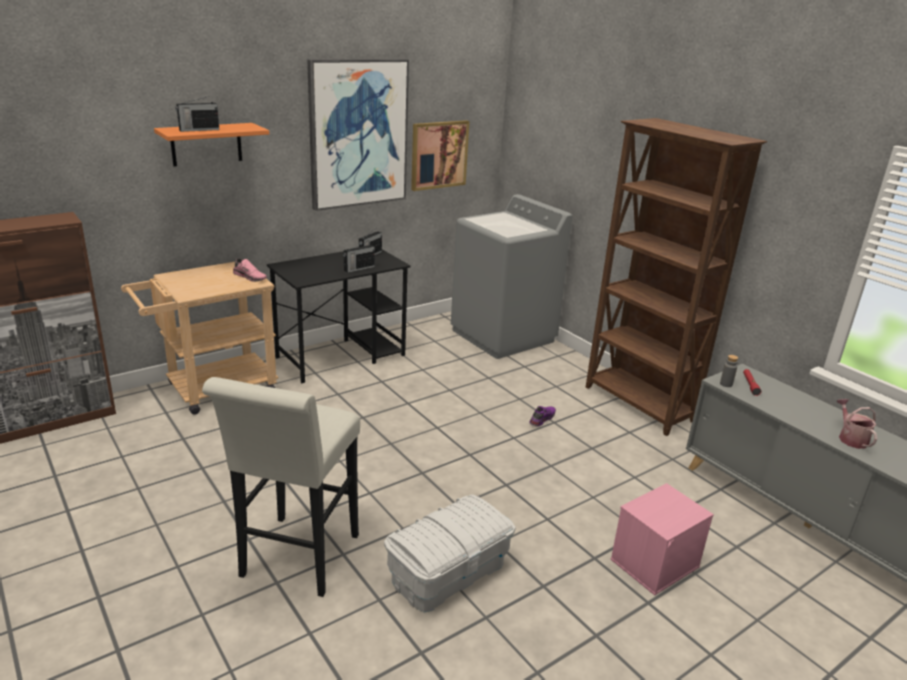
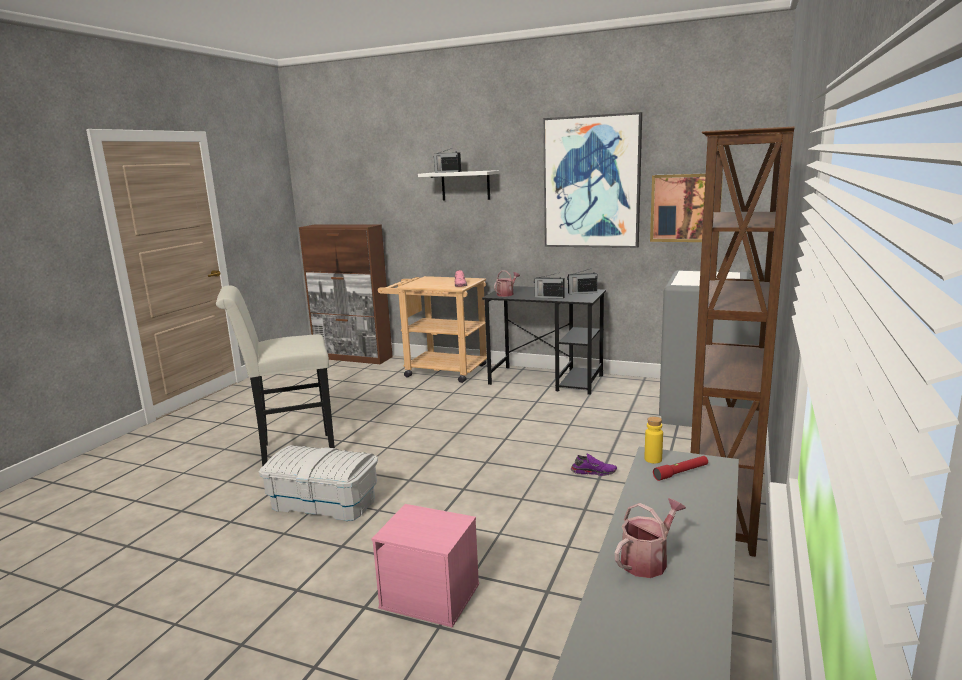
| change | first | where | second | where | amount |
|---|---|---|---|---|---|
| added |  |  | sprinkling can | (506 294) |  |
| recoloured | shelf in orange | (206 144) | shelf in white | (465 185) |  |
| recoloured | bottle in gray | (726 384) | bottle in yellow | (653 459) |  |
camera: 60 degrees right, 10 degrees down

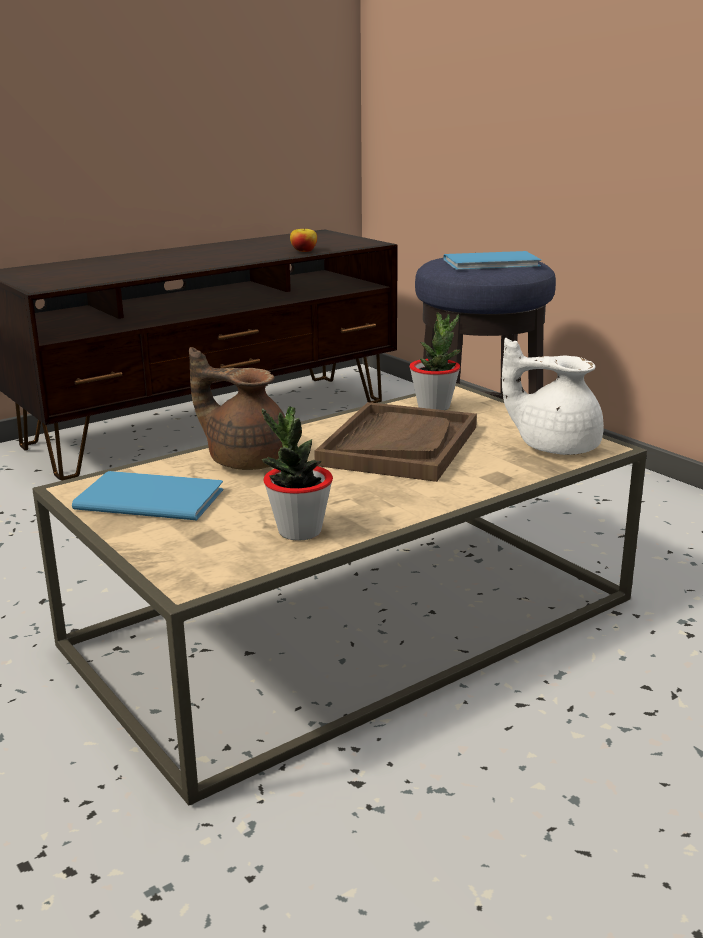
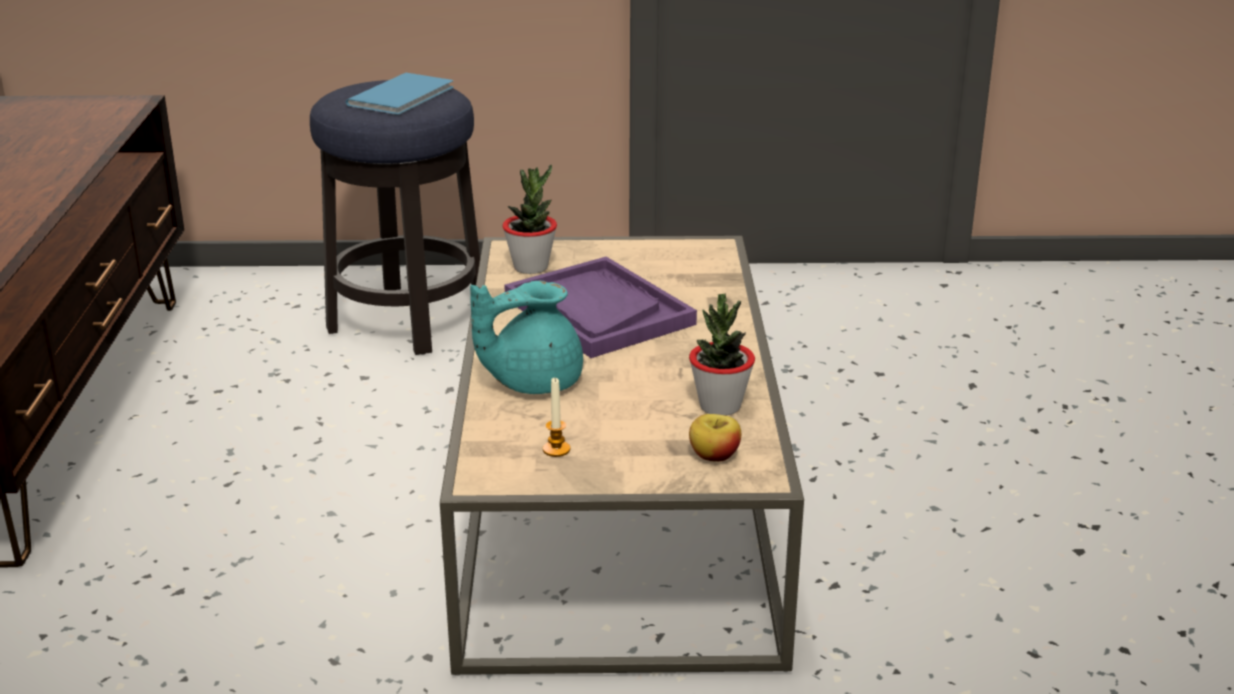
| change | first | where | second | where | amount |
|---|---|---|---|---|---|
| removed | pot for tea in white | (554 446) |  |  |  |
| moved | whole apple | (304 251) |  | (714 456) |  |
| replaced | bound book in bluish | (148 497) | candle | (556 449) |  |
| recoloured | pot for tea in brown | (247 460) | pot for tea in turquoise | (532 382) |  |
| recoloured | tray in brown | (399 445) | tray in purple-coloured | (598 311) |  |
camera: 55 degrees left, 5 degrees up

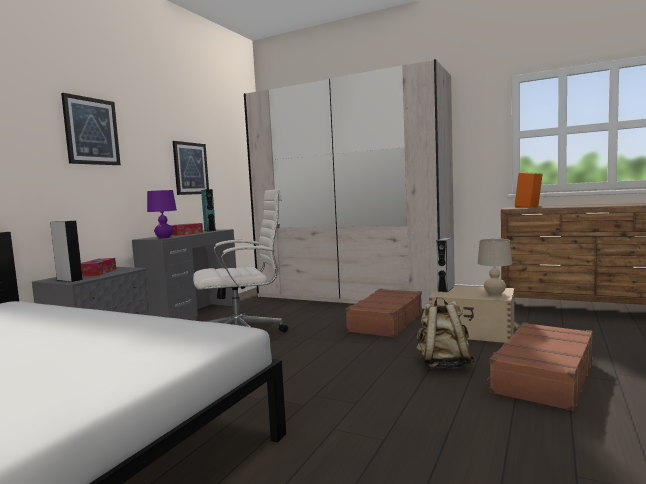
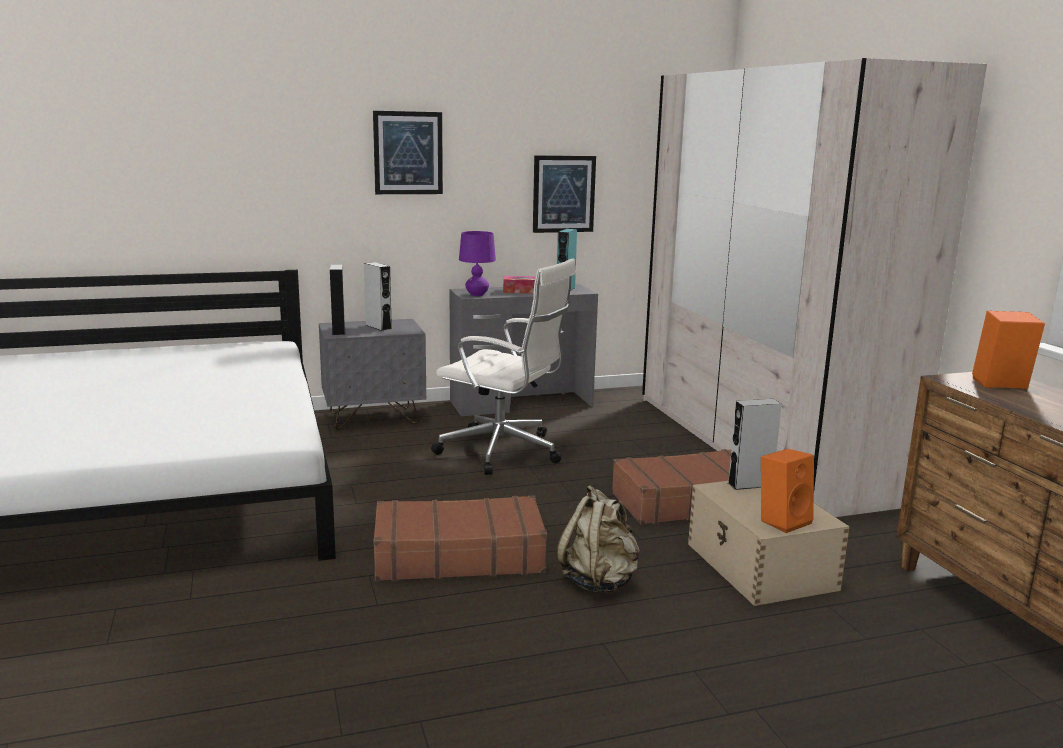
| change | first | where | second | where | amount |
|---|---|---|---|---|---|
| moved | piece of luggage in brown | (542 376) |  | (458 555) |  |
| replaced | box of tissues | (98 272) | audio speaker in gray | (378 327) |  |
| replaced | tabletop lamp in beige-coloured | (495 294) | audio speaker in orange | (783 520) |  |
camera: 45 degrees right, 10 degrees up

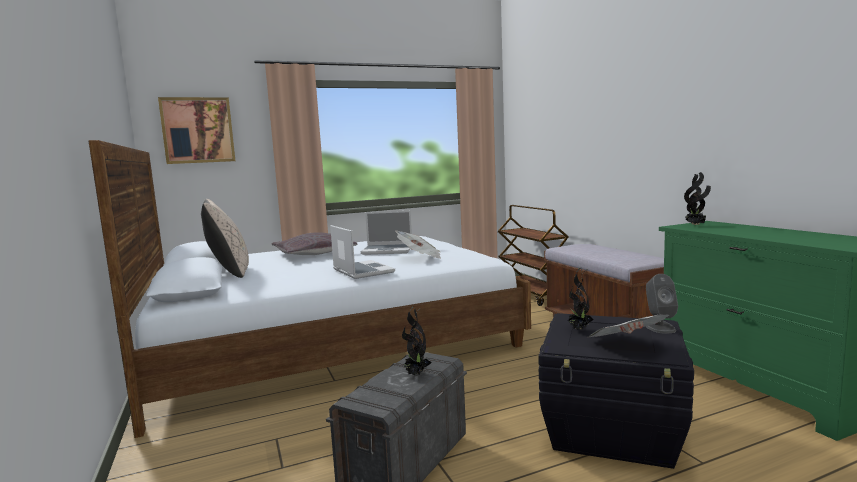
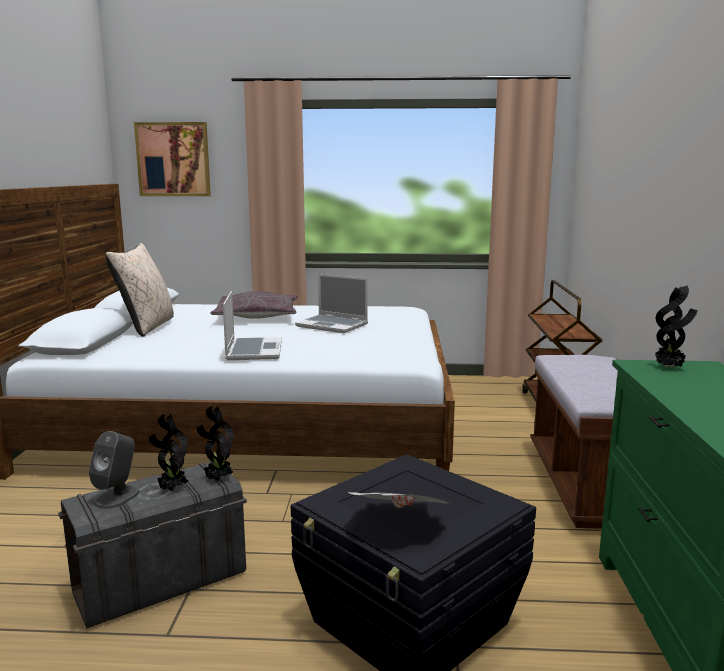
| change | first | where | second | where | amount |
|---|---|---|---|---|---|
| removed | daily paper | (420 257) |  |  |  |
| moved | plant in a pot | (579 329) |  | (218 479) |  |
| moved | audio speaker in gray | (659 327) |  | (117 497) |  |
camera: 25 degrees right, 5 degrees up

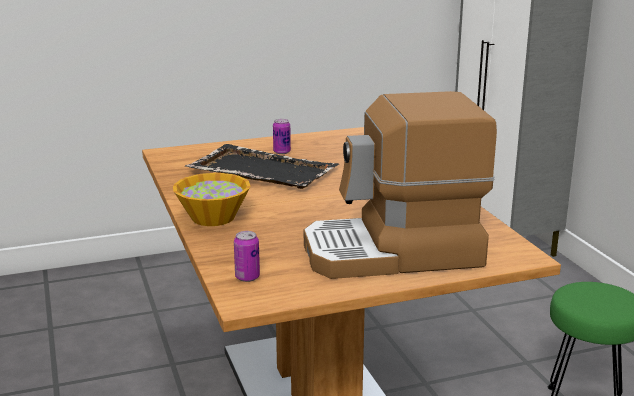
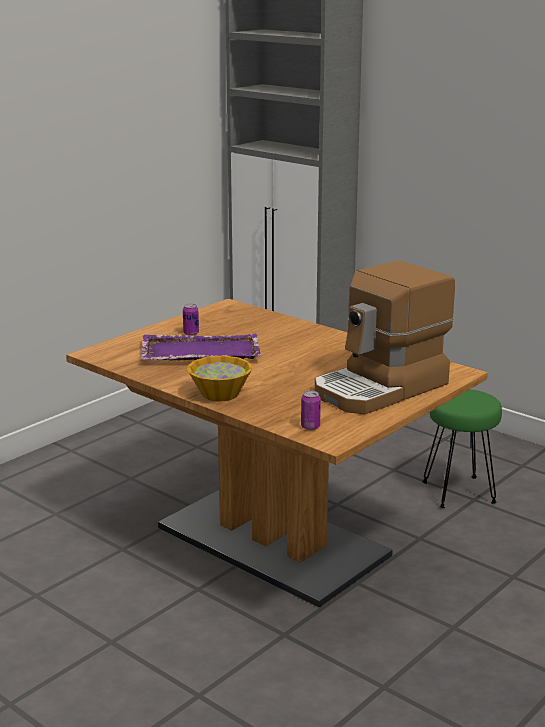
| change | first | where | second | where | amount |
|---|---|---|---|---|---|
| recoloured | tray in black-coloured | (261 171) | tray in purple-coloured | (199 351) |  |
camera: 30 degrees left, 0 degrees up

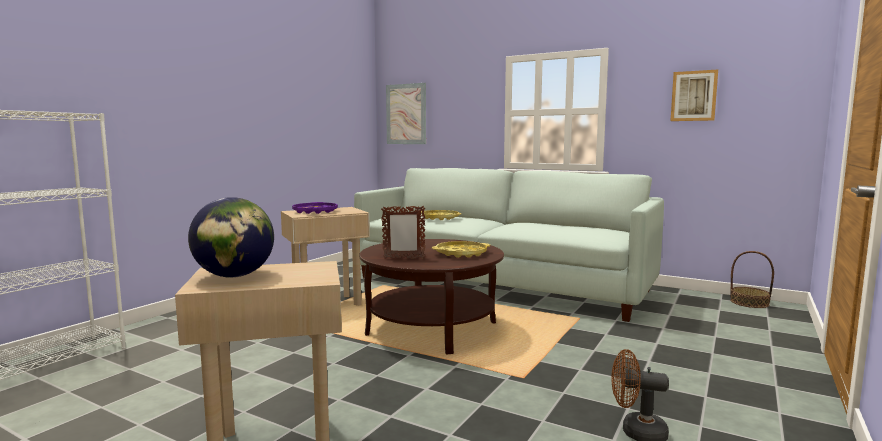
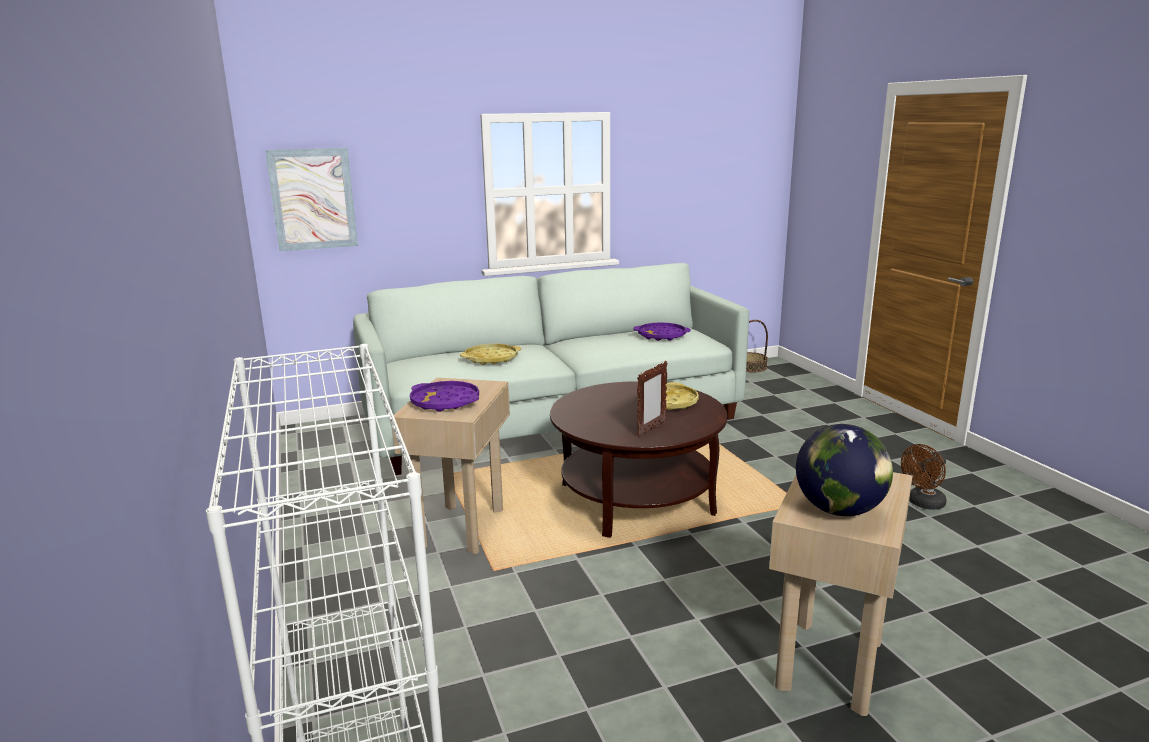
| change | first | where | second | where | amount |
|---|---|---|---|---|---|
| removed | picture | (694 96) |  |  |  |
| added |  |  | tray in purple-coloured | (661 335) |  |
camera: 50 degrees left, 10 degrees up

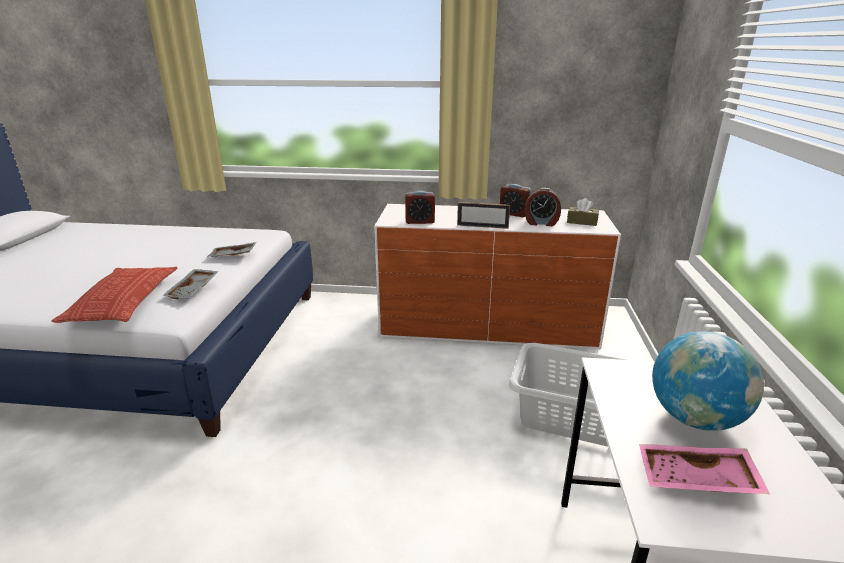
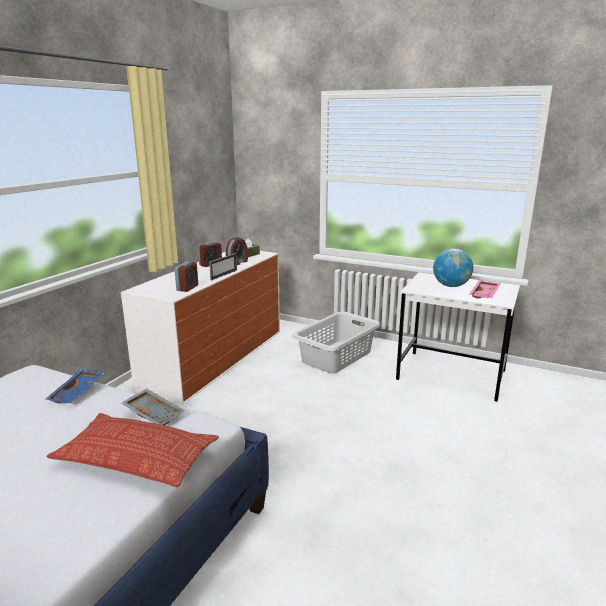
| change | first | where | second | where | amount |
|---|---|---|---|---|---|
| recoloured | tray in gray | (233 255) | tray in bluish | (77 392) |  |
camera: 70 degrees left, 5 degrees down

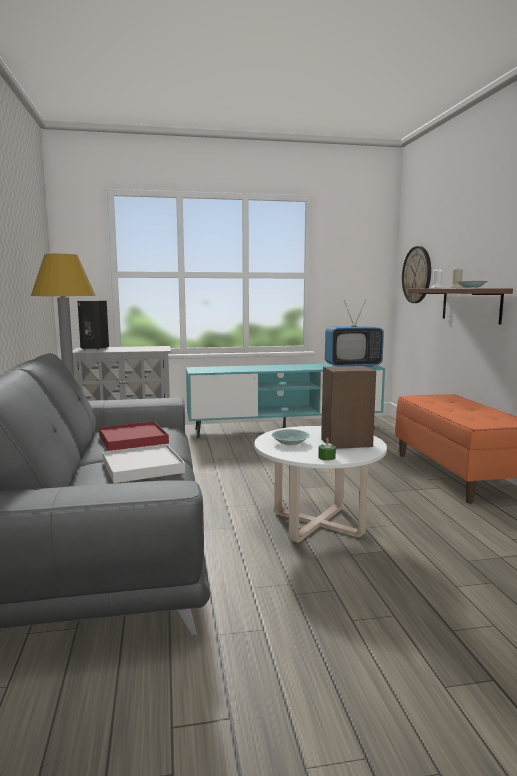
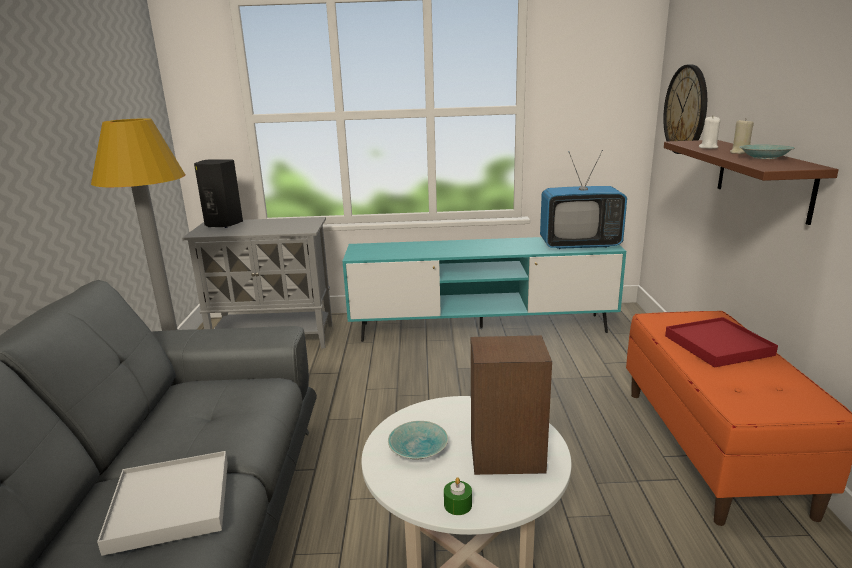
| change | first | where | second | where | amount |
|---|---|---|---|---|---|
| moved | tray in reddish | (133 439) |  | (717 345) |  |
camera: 10 degrees right, 10 degrees up

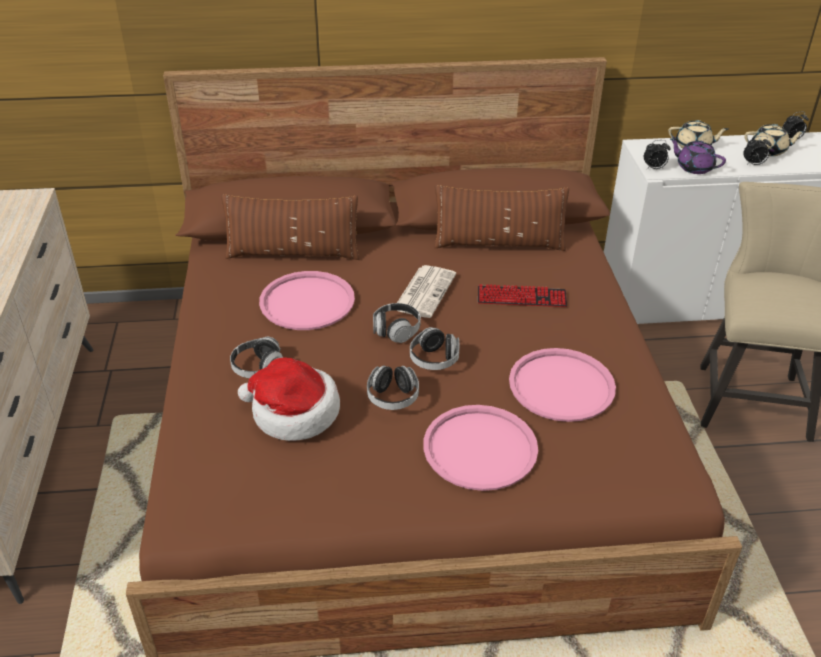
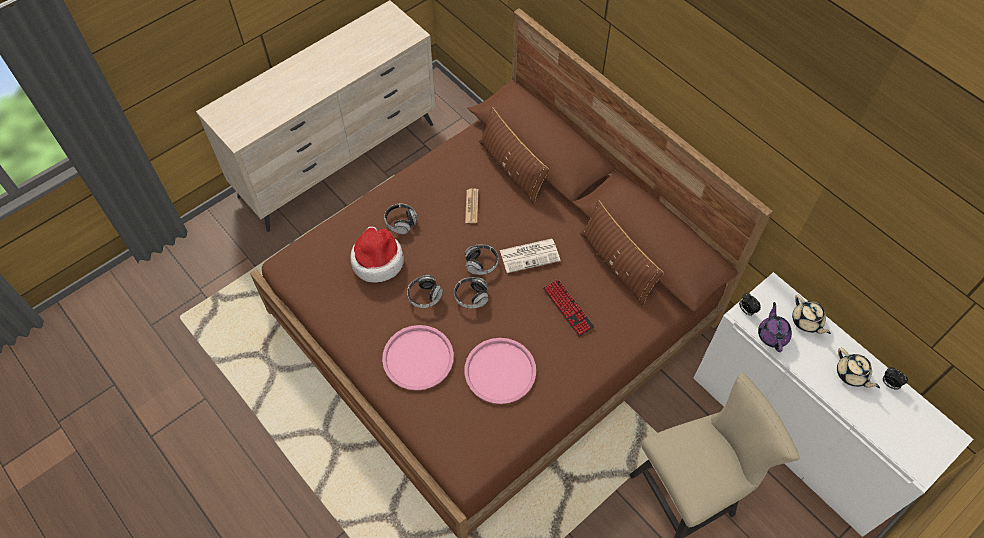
| change | first | where | second | where | amount |
|---|---|---|---|---|---|
| removed | bedside clock | (753 164) |  |  |  |
| replaced | tray in pink-coloured | (307 302) | daily paper | (471 206) |  |
camera: 55 degrees right, 20 degrees up

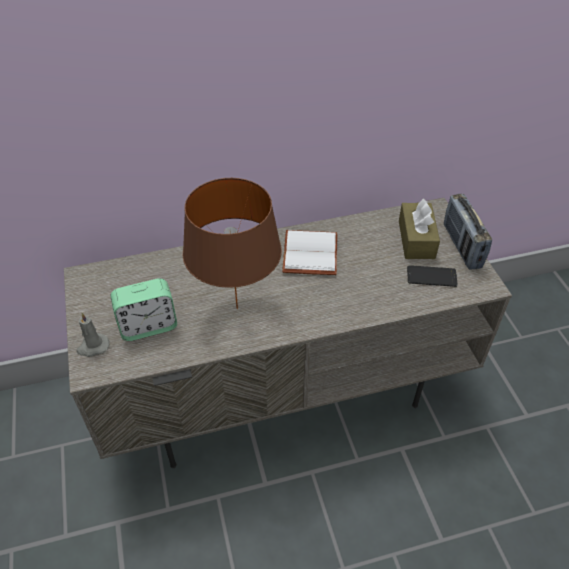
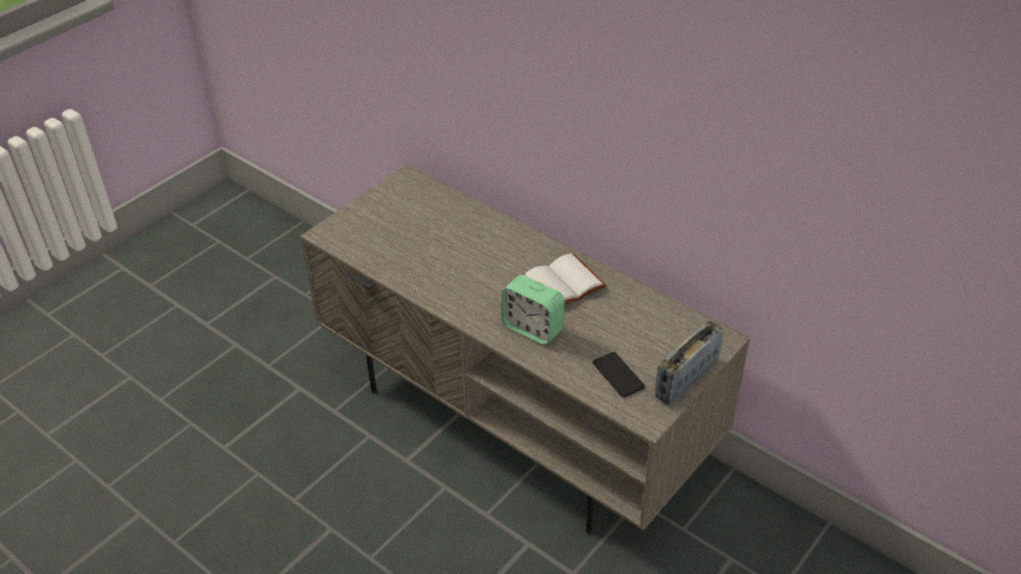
| change | first | where | second | where | amount |
|---|---|---|---|---|---|
| removed | candle in gray | (93 347) |  |  |  |
| removed | tabletop lamp in brown | (236 308) |  |  |  |
| removed | box of tissues in brown | (416 239) |  |  |  |
| moved | bedside clock | (148 326) |  | (532 328) |  |
camera: 55 degrees right, 5 degrees down

